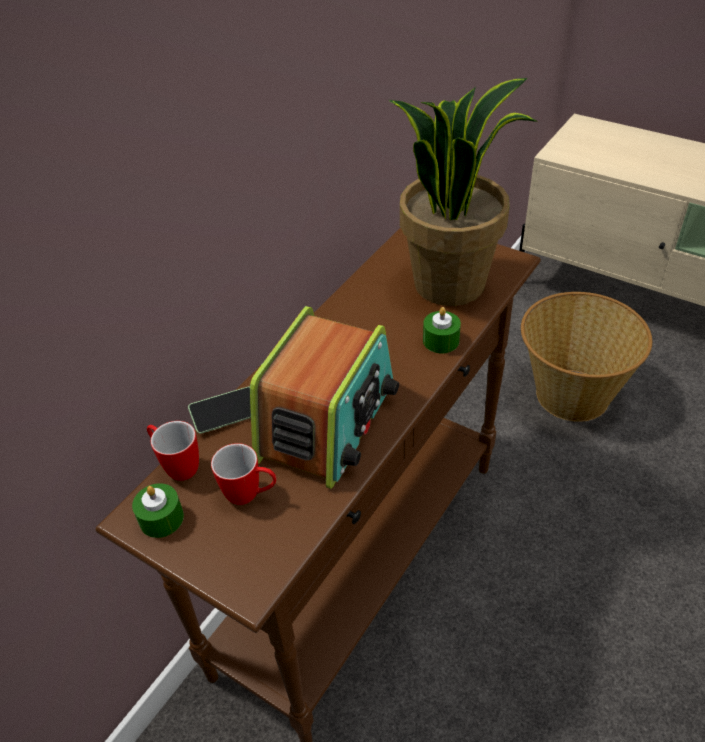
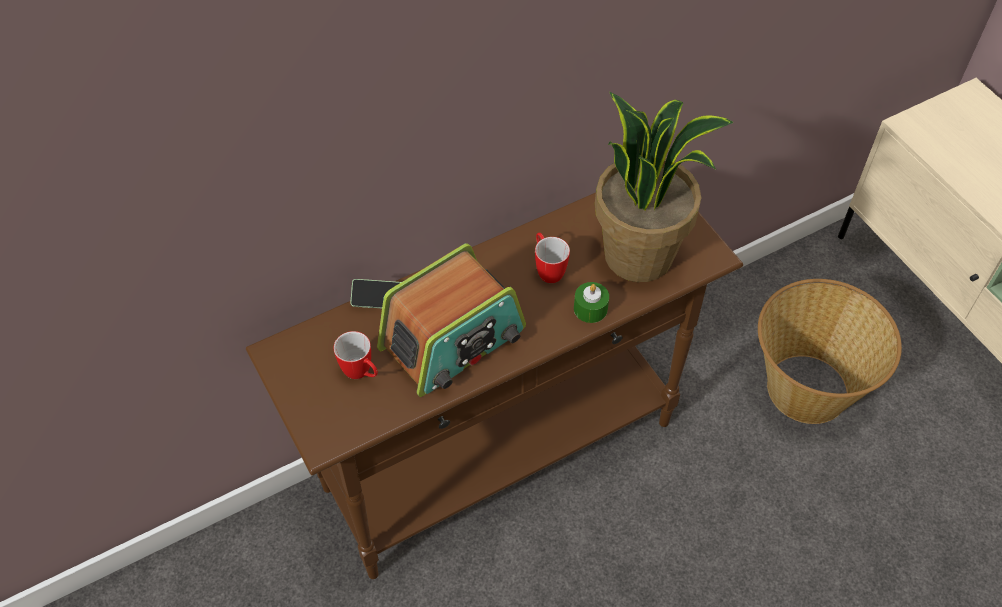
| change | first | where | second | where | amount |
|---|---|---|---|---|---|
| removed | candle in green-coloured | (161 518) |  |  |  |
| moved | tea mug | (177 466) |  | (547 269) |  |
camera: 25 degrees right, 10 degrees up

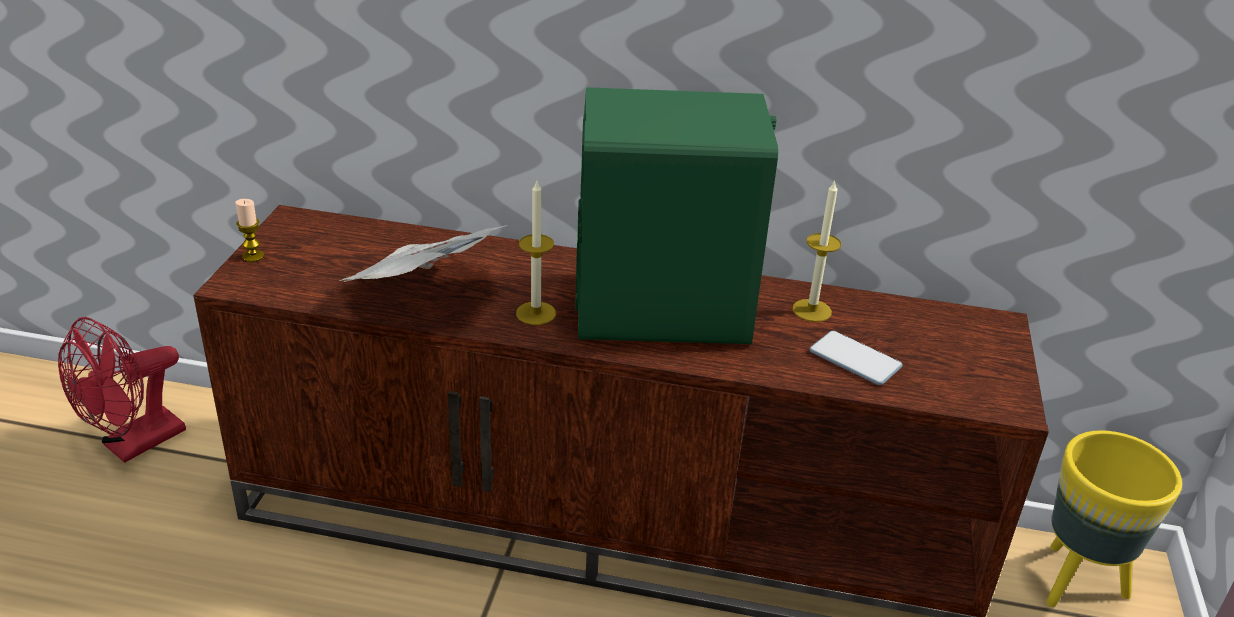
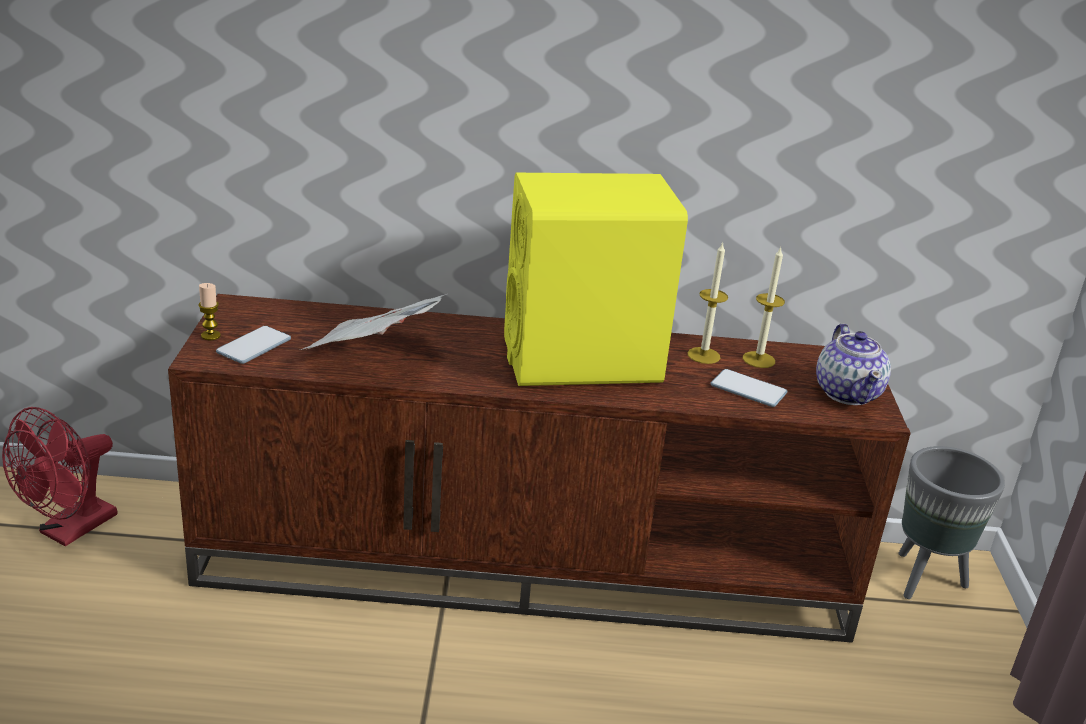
| change | first | where | second | where | amount |
|---|---|---|---|---|---|
| added |  |  | telephone | (254 346) |  |
| added |  |  | pot for tea | (848 393) |  |
| moved | candle | (536 313) |  | (758 359) |  |
| recoloured | audio speaker in green-coloured | (663 309) | audio speaker in yellow | (582 360) |  |
| recoloured | plant pot in yellow | (1077 583) | plant pot in gray | (924 580) |  |
camera: 10 degrees left, 5 degrees down

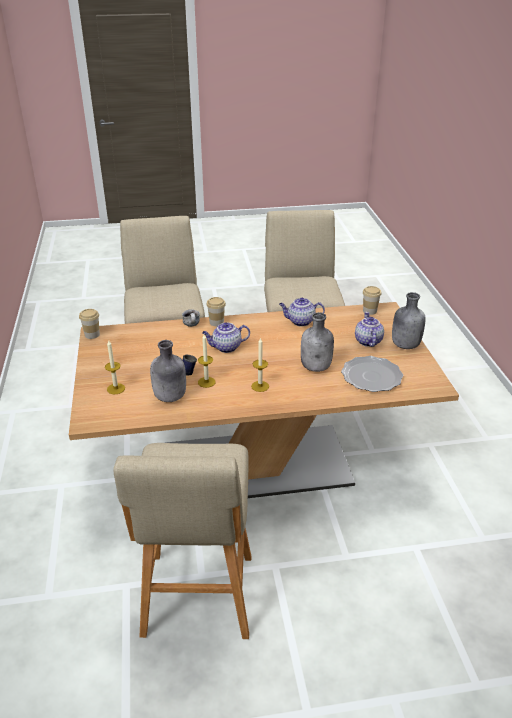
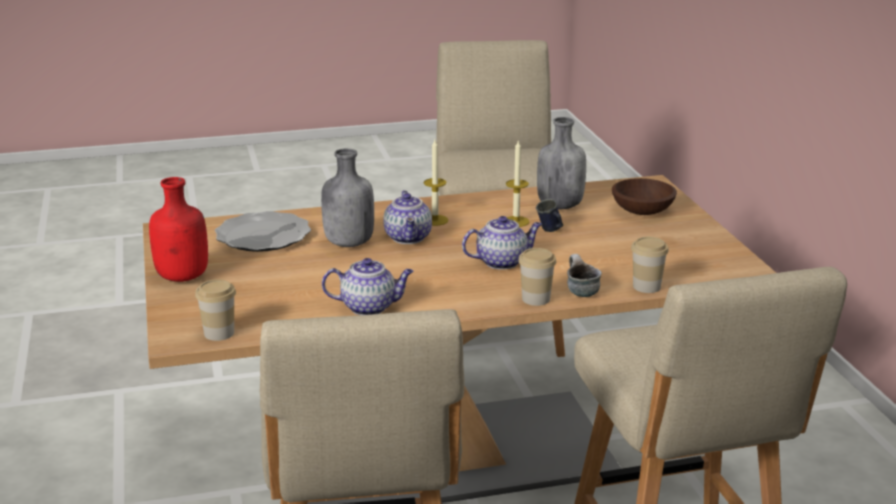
| change | first | where | second | where | amount |
|---|---|---|---|---|---|
| moved | drinking cup | (92 335) |  | (646 287) |  |
| moved | pot for tea | (367 341) |  | (409 238) |  |
| replaced | candle | (116 388) | serving bowl in brown | (643 211) |  |
| recoloured | bottle in gray | (404 345) | bottle in reddish | (184 277) |  |
camera: 175 degrees right, 10 degrees down

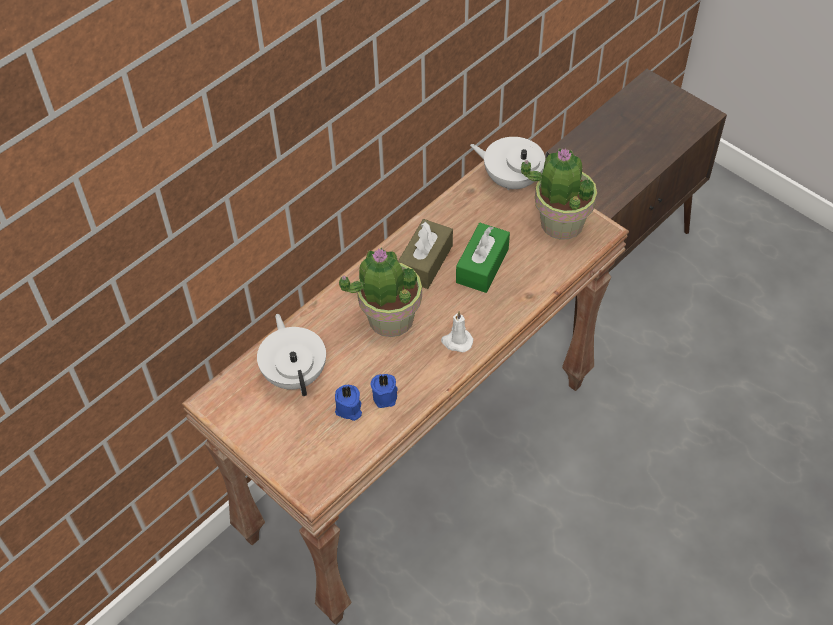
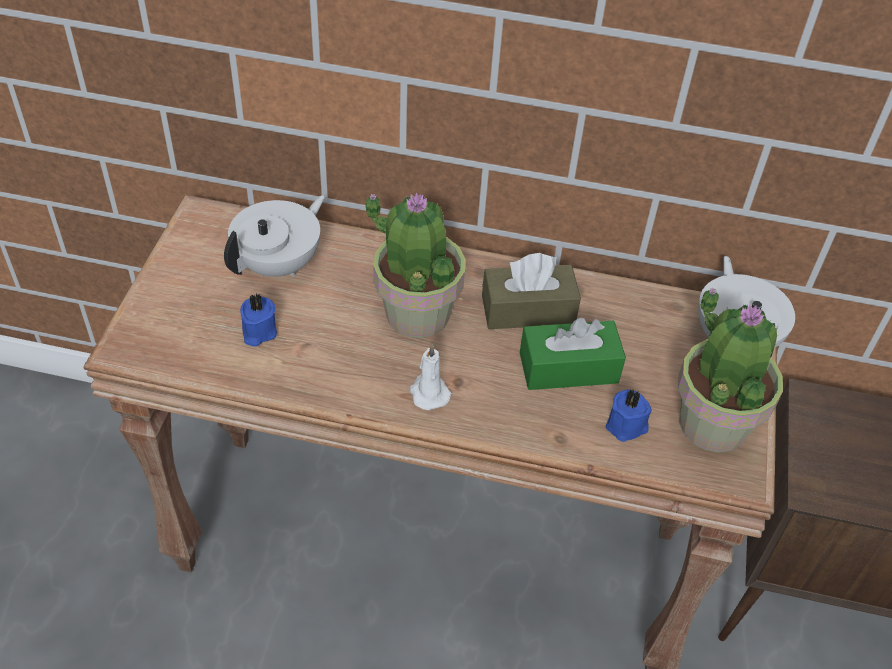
| change | first | where | second | where | amount |
|---|---|---|---|---|---|
| moved | candle in bluish | (386 396) |  | (627 426) |  |
camera: 55 degrees right, 5 degrees down

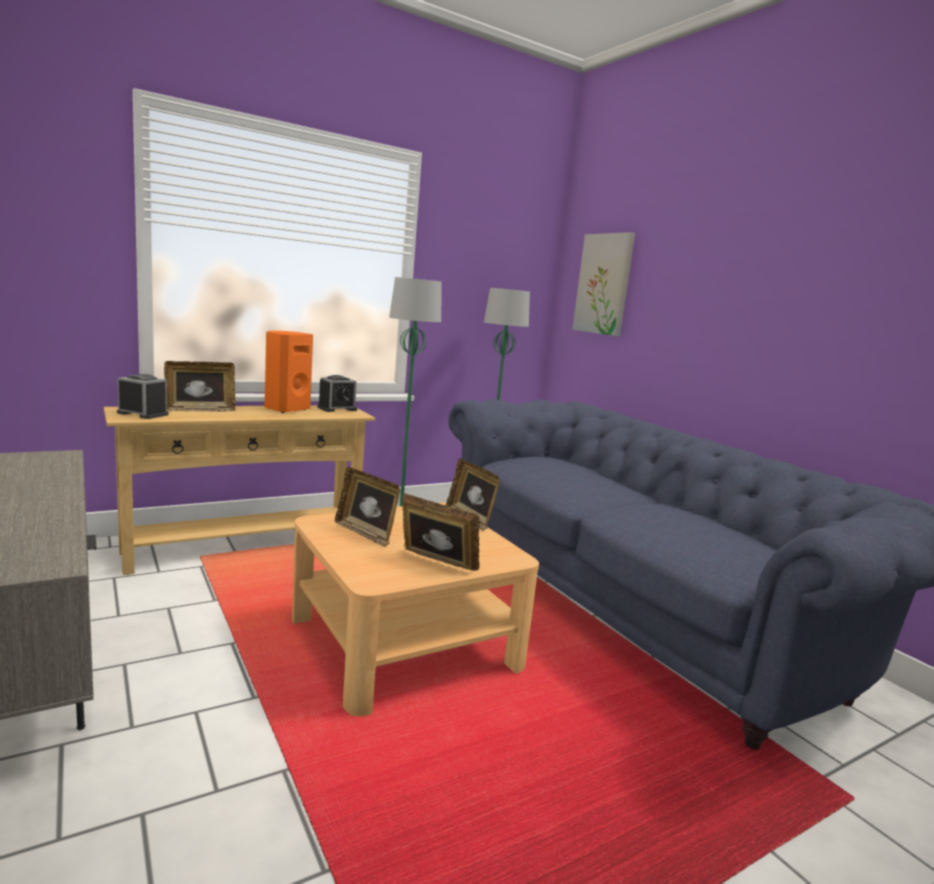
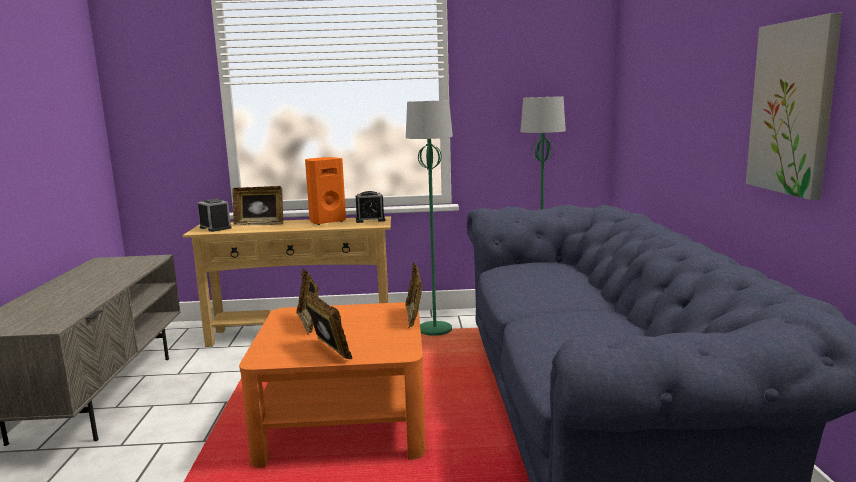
| change | first | where | second | where | amount |
|---|---|---|---|---|---|
| moved | picture | (604 284) |  | (793 108) |  |
| recoloured | low table in beige-coloured | (405 642) | low table in orange | (345 420) |  |
camera: 30 degrees right, 0 degrees up

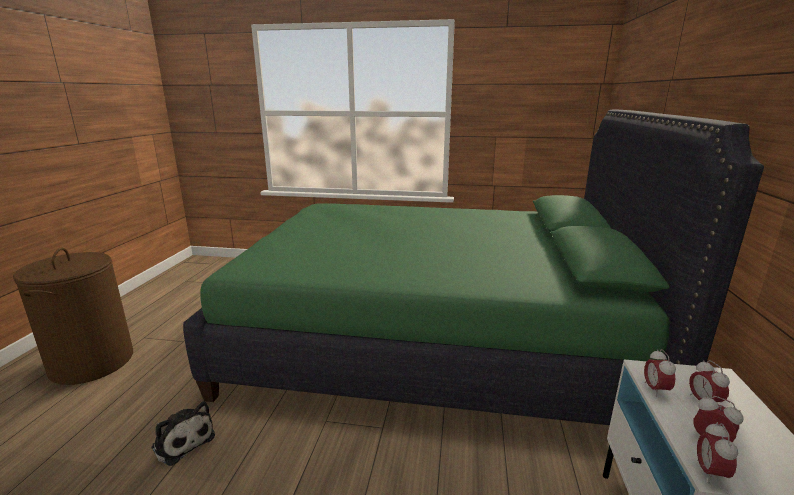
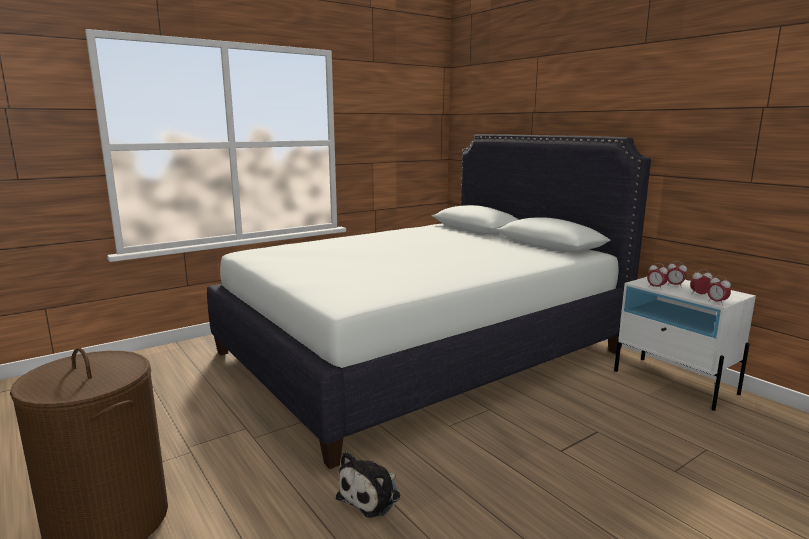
| change | first | where | second | where | amount |
|---|---|---|---|---|---|
| recoloured | bedroom bed in green-coloured | (431 338) | bedroom bed in white | (420 351) |  |
| turned | soft toy | (182 440) |  | (371 496) | 135 degrees clockwise |
camera: 45 degrees left, 5 degrees down

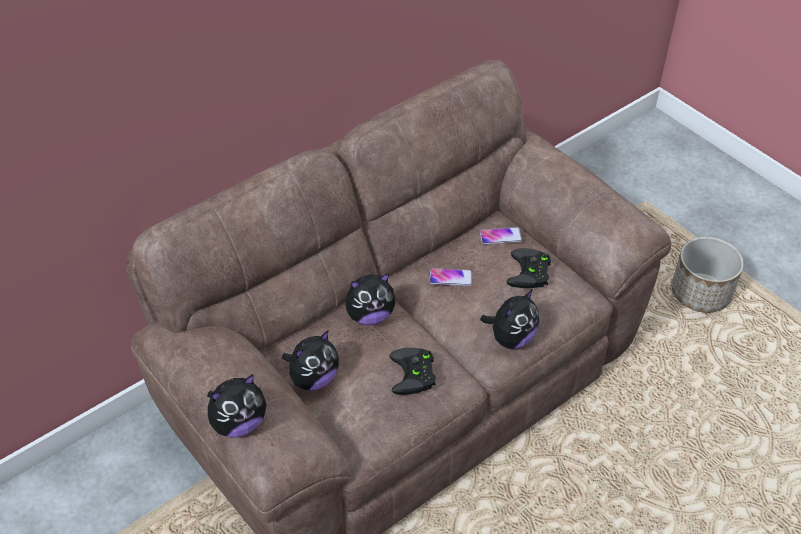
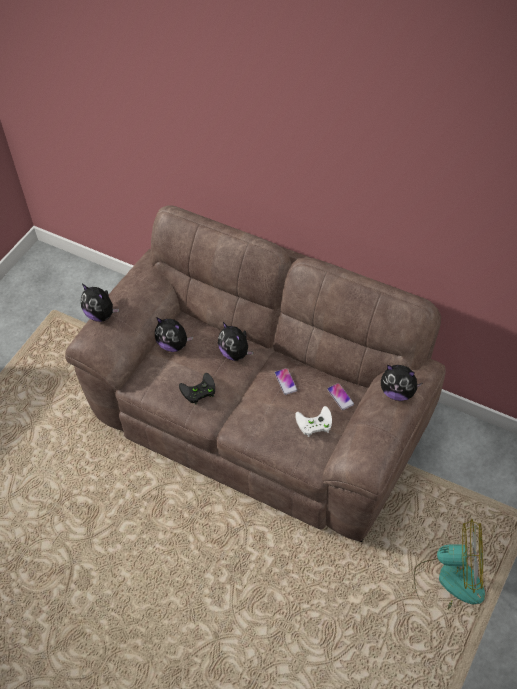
| change | first | where | second | where | amount |
|---|---|---|---|---|---|
| moved | soft toy | (511 338) |  | (398 392) |  |
| replaced | plant pot | (700 293) | fan | (449 581) |  |
| recoloured | game controller in black-coloured | (530 273) | game controller in white | (313 424) |  |
camera: 70 degrees right, 5 degrees up

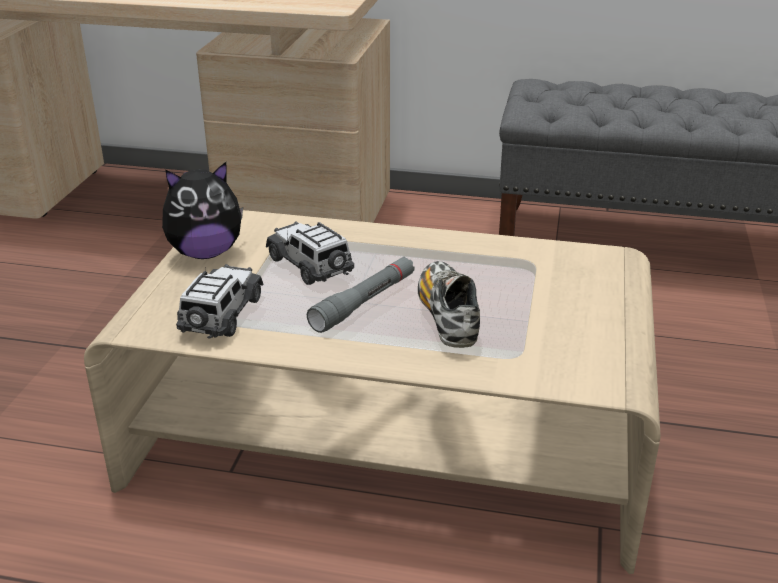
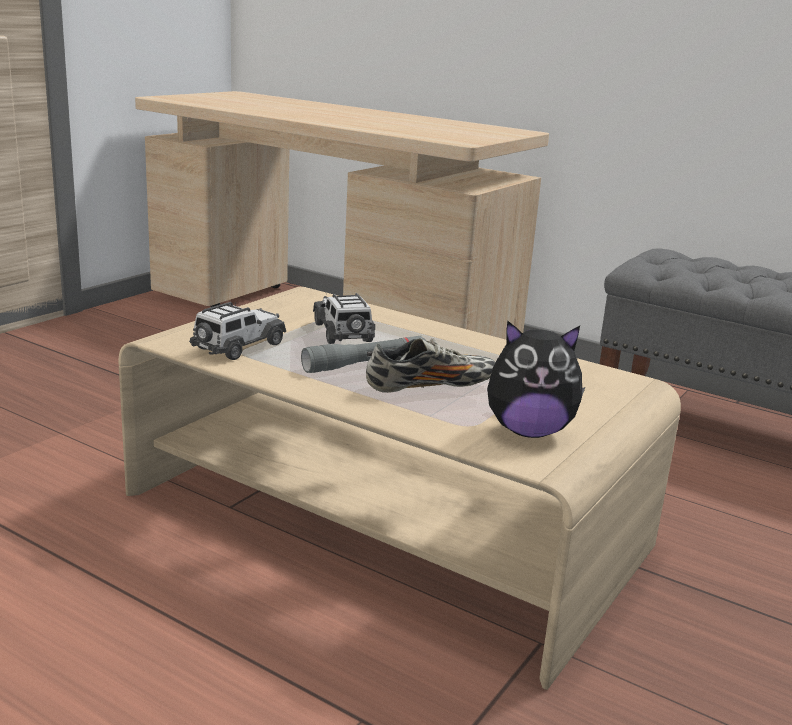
| change | first | where | second | where | amount |
|---|---|---|---|---|---|
| moved | soft toy | (205 253) |  | (529 431) |  |
| turned | shoe | (447 317) |  | (430 387) | 60 degrees clockwise |
camera: 20 degrees right, 10 degrees down

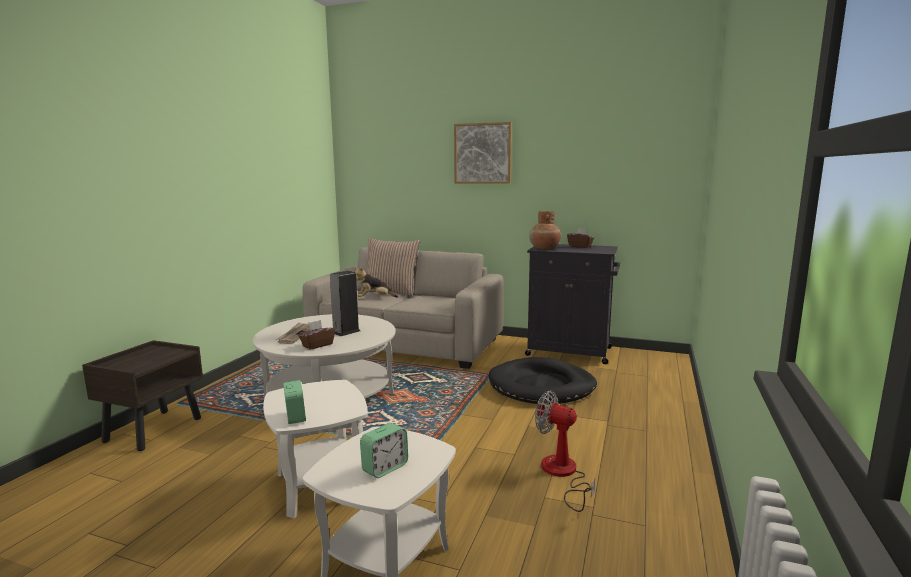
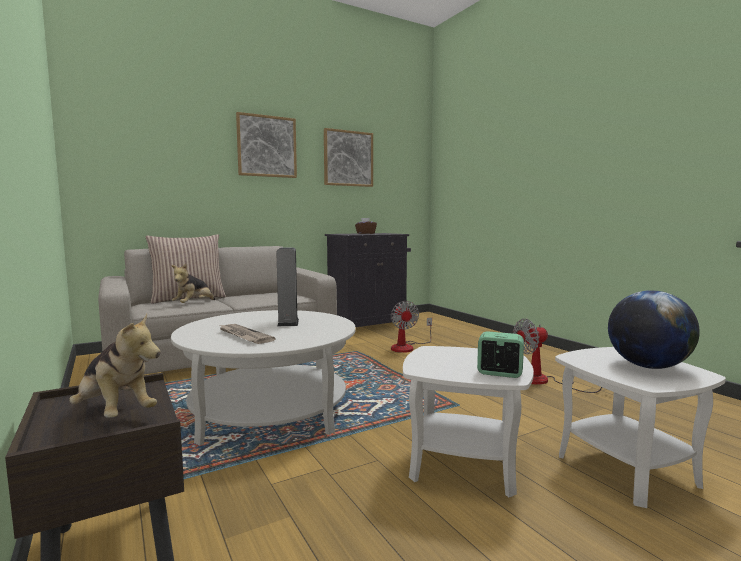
| change | first | where | second | where | amount |
|---|---|---|---|---|---|
| removed | box of tissues in brown | (317 345) |  |  |  |
| removed | decorative vase in brown | (544 248) |  |  |  |
| added |  |  | soft toy | (114 413) |  |
| added |  |  | picture | (348 158) |  |
| replaced | bedside clock | (385 468) | globe | (648 366) |  |
| replaced | dog bed in black-coloured | (542 386) | fan | (407 347) |  |
camera: 50 degrees left, 5 degrees down

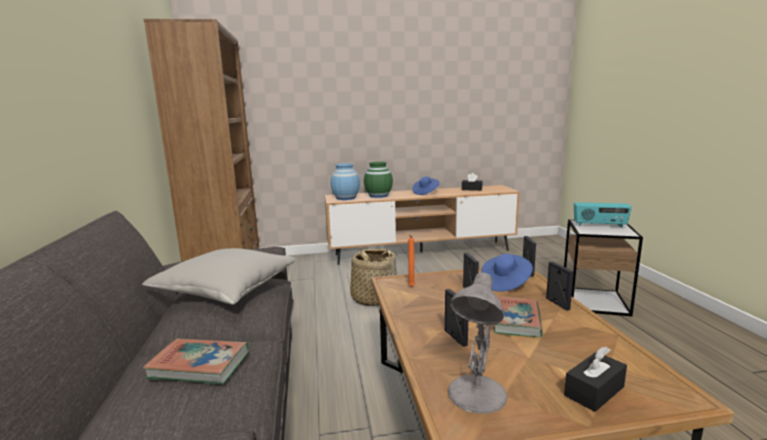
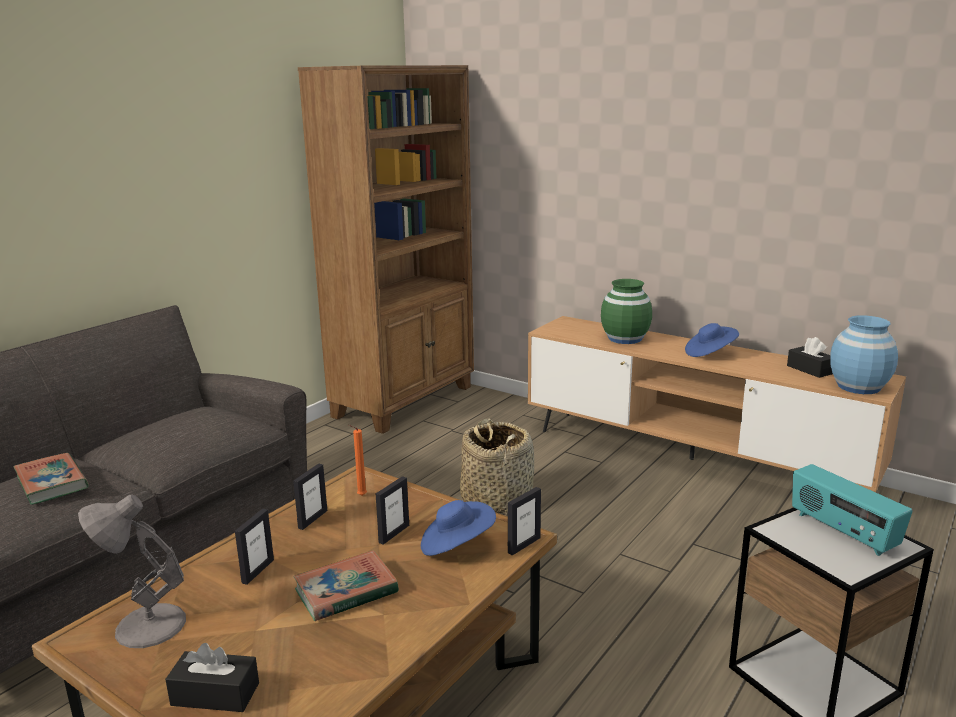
| change | first | where | second | where | amount |
|---|---|---|---|---|---|
| removed | throw pillow in gray | (226 290) |  |  |  |
| moved | decorative vase in bluish | (346 198) |  | (859 387) |  |
| moved | standing frame | (557 303) |  | (312 519) |  |
camera: 45 degrees right, 5 degrees up

